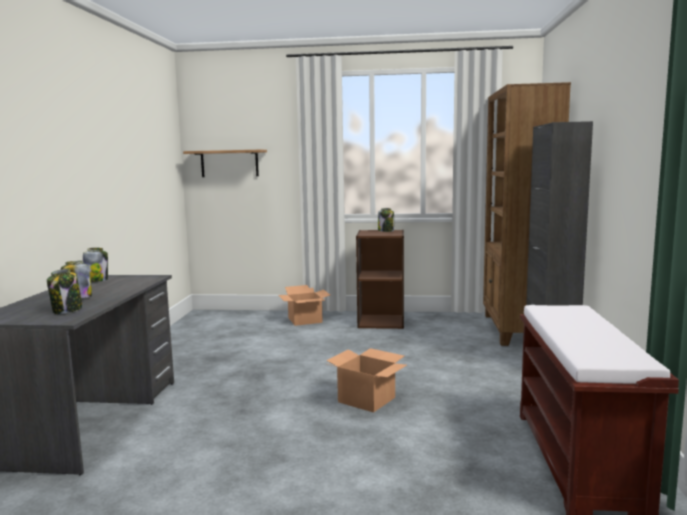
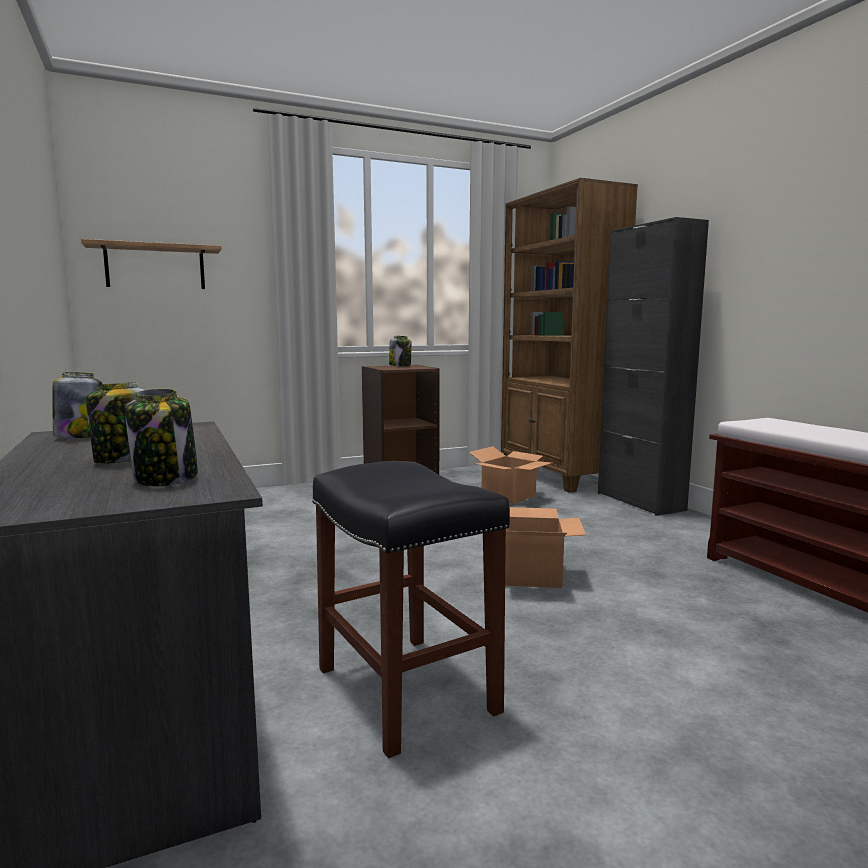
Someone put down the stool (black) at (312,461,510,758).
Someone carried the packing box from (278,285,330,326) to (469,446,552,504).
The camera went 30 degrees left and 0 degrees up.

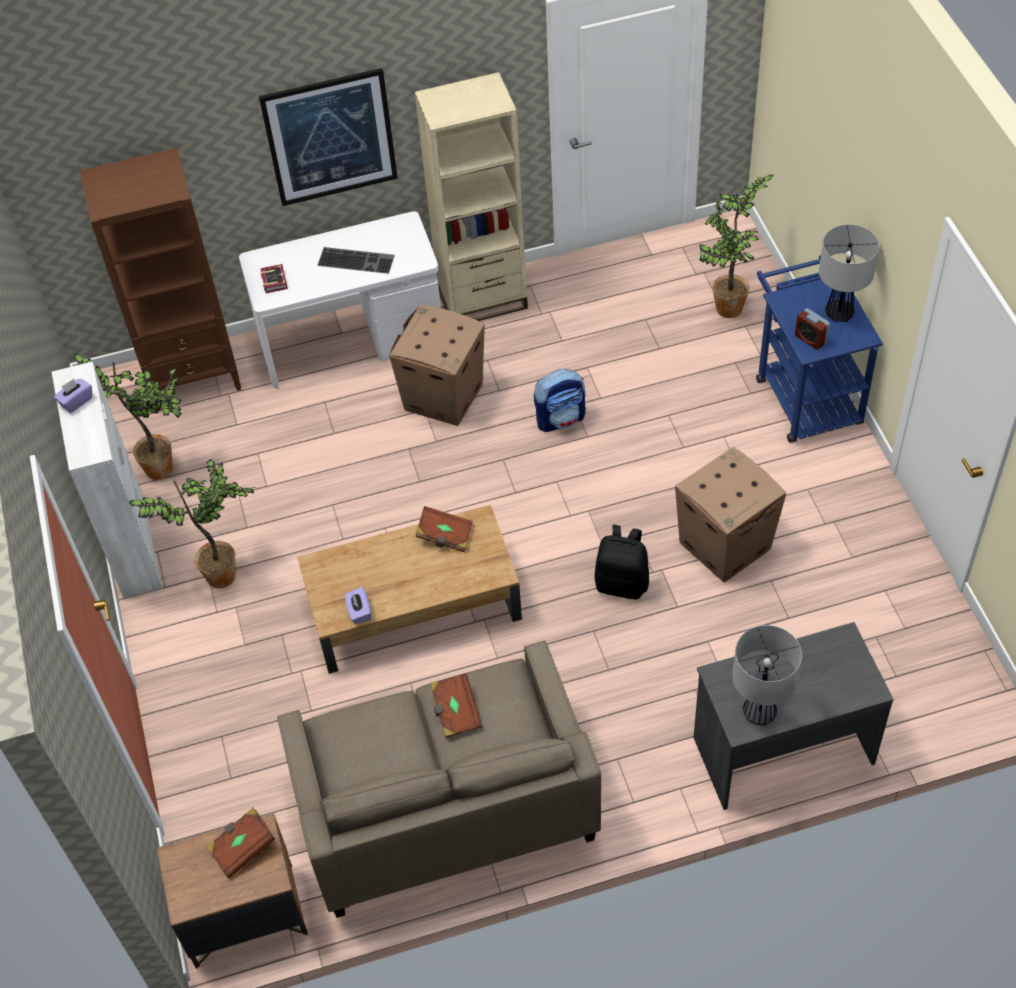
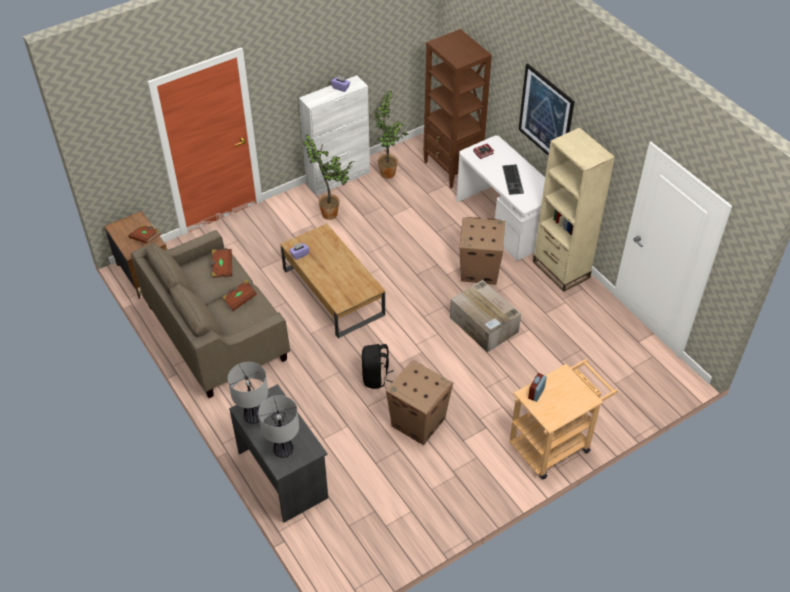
Someone carried the bound book (brownish) from (415,506,473,552) to (210,249,232,278).
Someone carried the lamp for a table from (819,224,879,322) to (258,395,299,458).
Someone swapped the knapsack at (534,369,586,432) for the packing box at (450,280,521,353).
Someone repainted the cart (blue-coloured) at (756,255,883,443), which became the cart (beige-coloured) at (509,359,618,479).
Someone took away the houseplant at (699,175,774,318).
The camera went 70 degrees right and 5 degrees down.

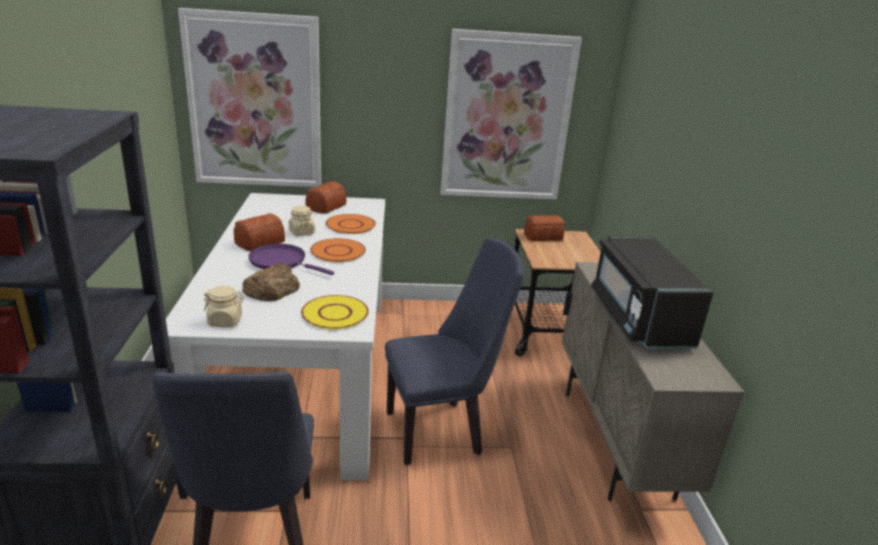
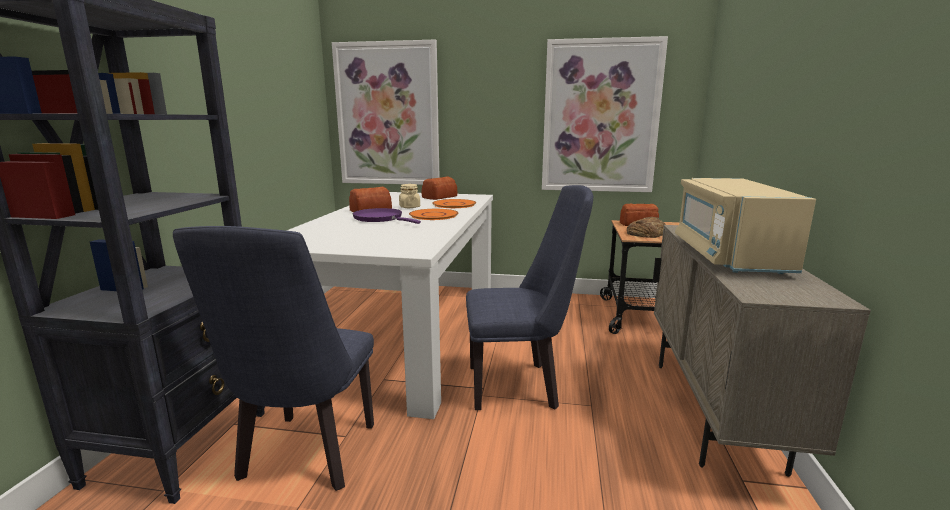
Someone carried the bread from (242,263,300,301) to (627,217,666,238).
Someone repainted the microwave (black) at (591,236,713,349), which became the microwave (beige-coloured) at (675,178,816,274).
Someone took away the preserve jar (beige-coloured) at (204,286,244,327).
Someone took away the plate (yellow-coloured) at (301,295,369,330).
The camera went 15 degrees right and 10 degrees down.

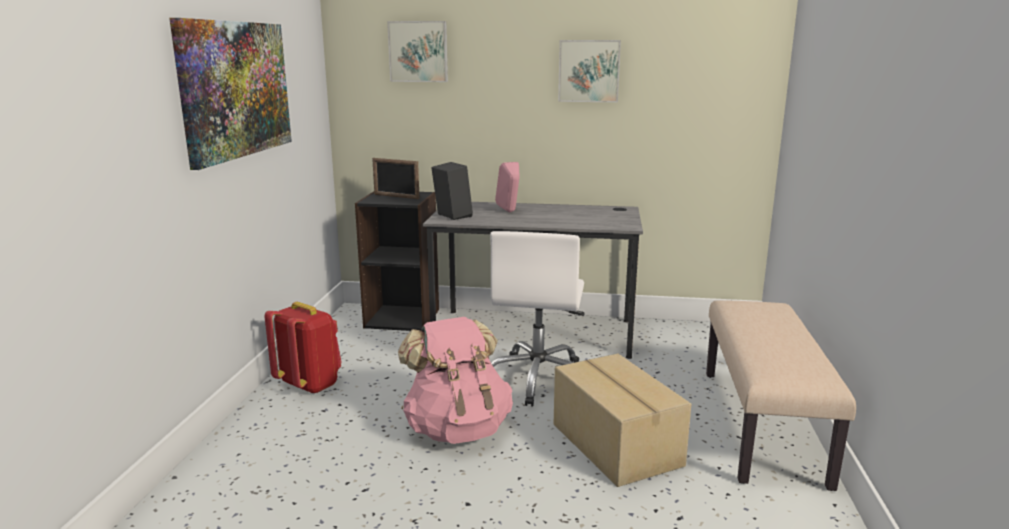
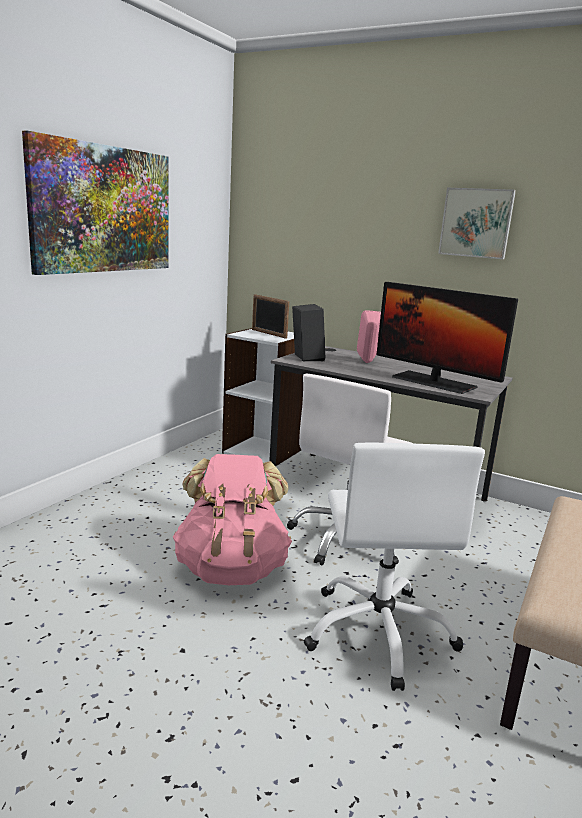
Someone repainted the bookcase (black) at (355,191,439,331), which became the bookcase (whitish) at (222,328,303,466).
Someone swapped the packing box at (554,354,691,487) for the computer chair (whitish) at (303,443,485,691).
Someone put down the computer display at (376,282,518,394).
Someone took away the knapsack (red-coloured) at (265,302,342,394).
Someone took away the picture at (387,21,448,82).
The camera went 20 degrees right and 0 degrees up.

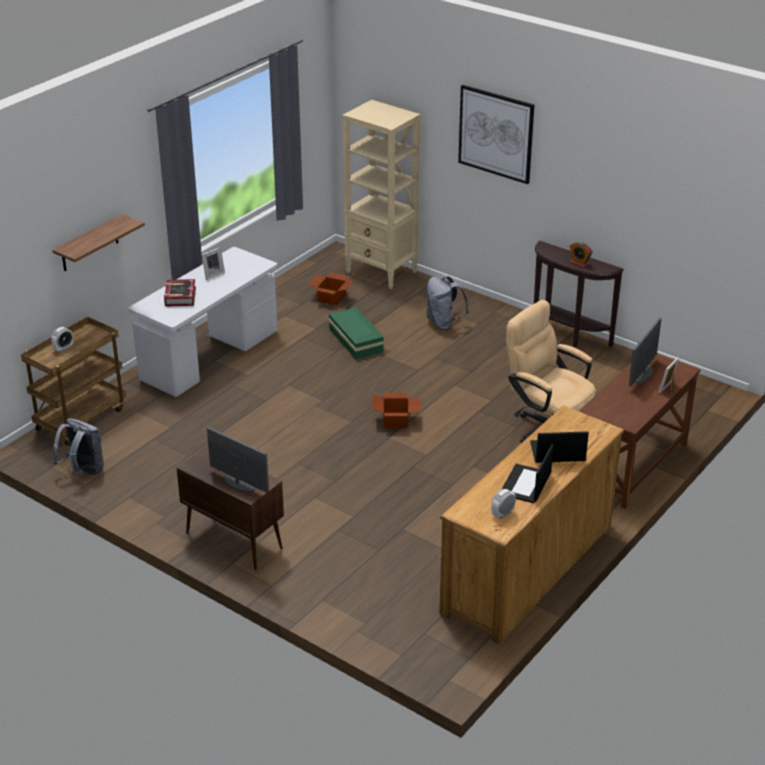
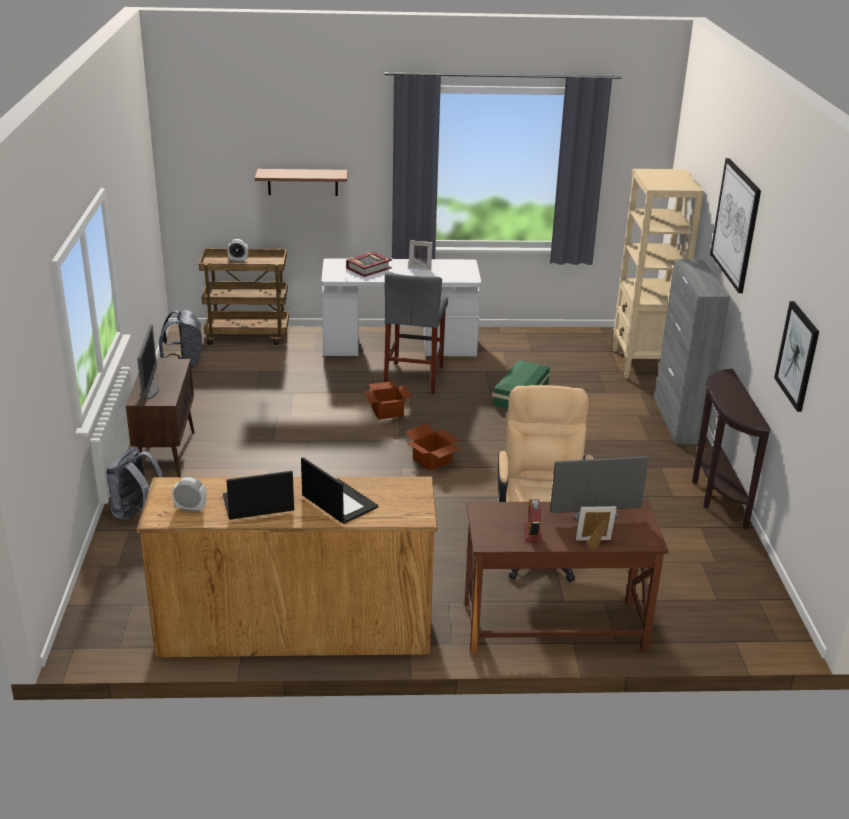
Someone carried the knapsack (grey) from (426,275,469,330) to (106,447,164,521).
Someone carried the packing box from (308,272,355,305) to (363,381,412,420).
Someone put down the stool (grey) at (384,272,448,394).
Someone carried the alarm clock from (570,242,593,268) to (524,499,542,541).
Someone put down the storage cabinet (grey) at (654,259,730,444).
Someone put up the picture at (774,301,819,412).
The camera went 50 degrees right and 5 degrees down.

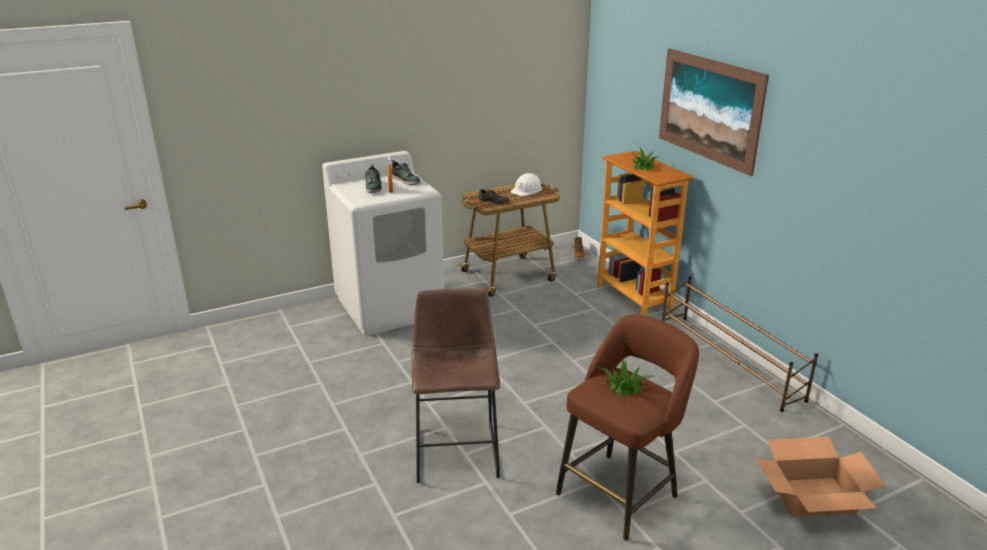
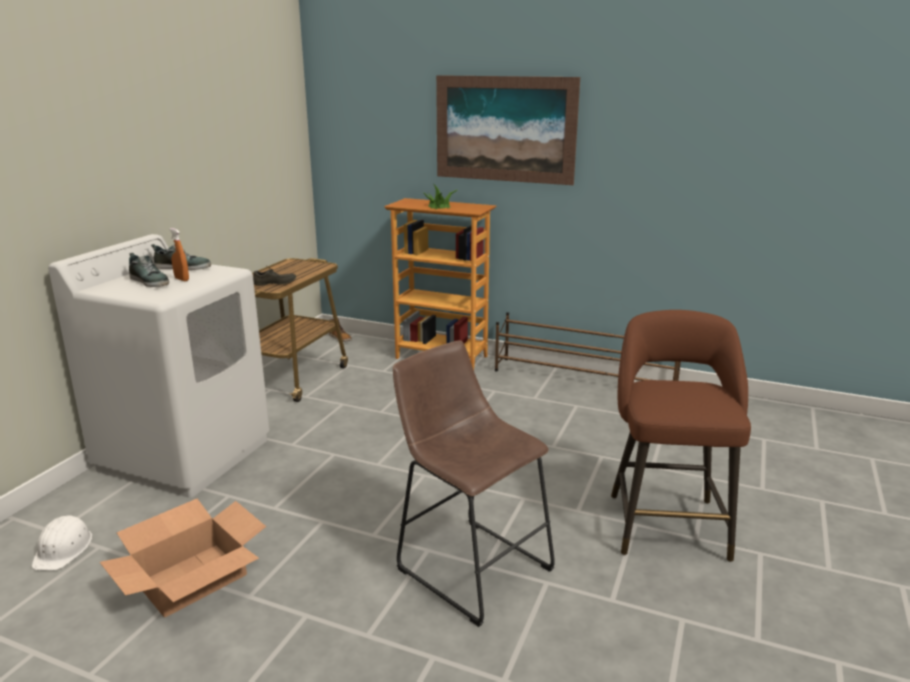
Someone carried the safety helmet (whitish) from (511,173,542,196) to (32,515,93,571).
Someone carried the packing box from (756,437,886,517) to (100,499,266,617).
Someone took away the houseplant at (598,357,654,395).
The camera went 40 degrees left and 5 degrees down.

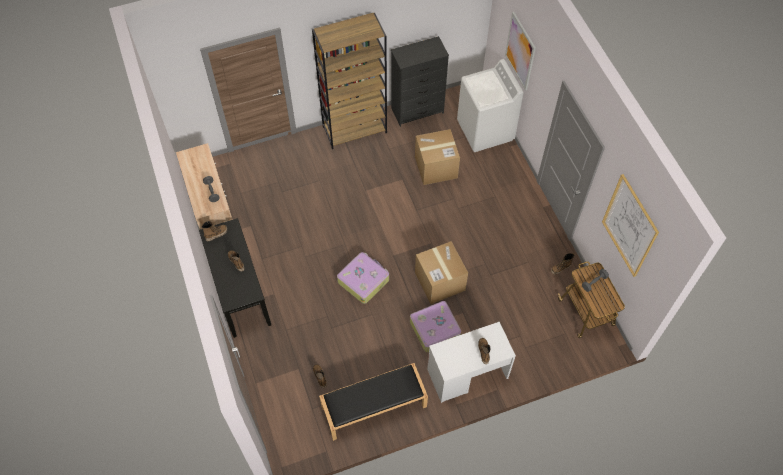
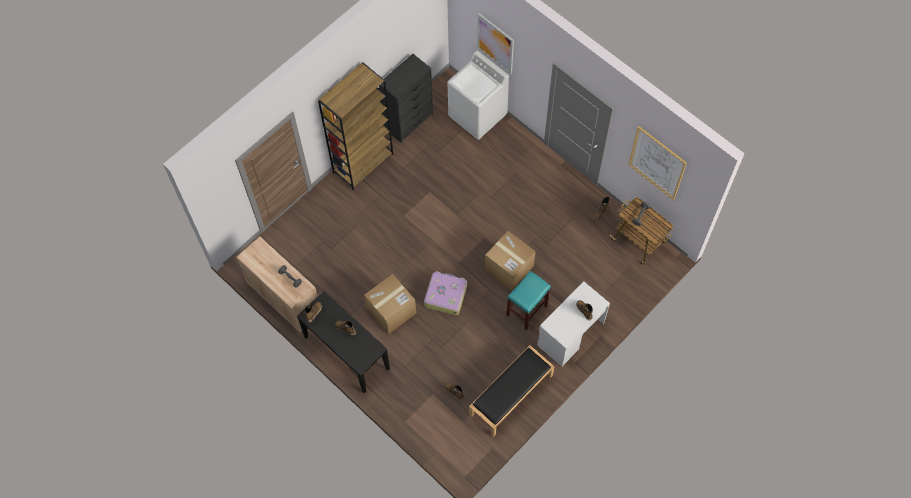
Someone carried the packing box from (415,129,460,185) to (364,274,416,334).
Someone swapped the travel case at (410,301,461,352) for the stool (turquoise-coloured) at (506,271,551,331).
The camera went 25 degrees left and 5 degrees up.

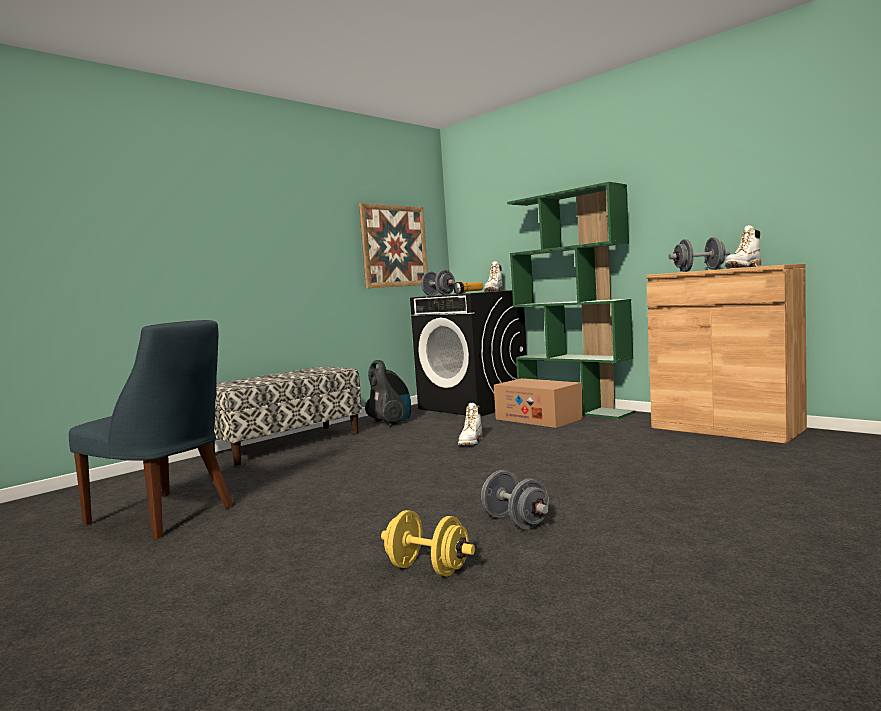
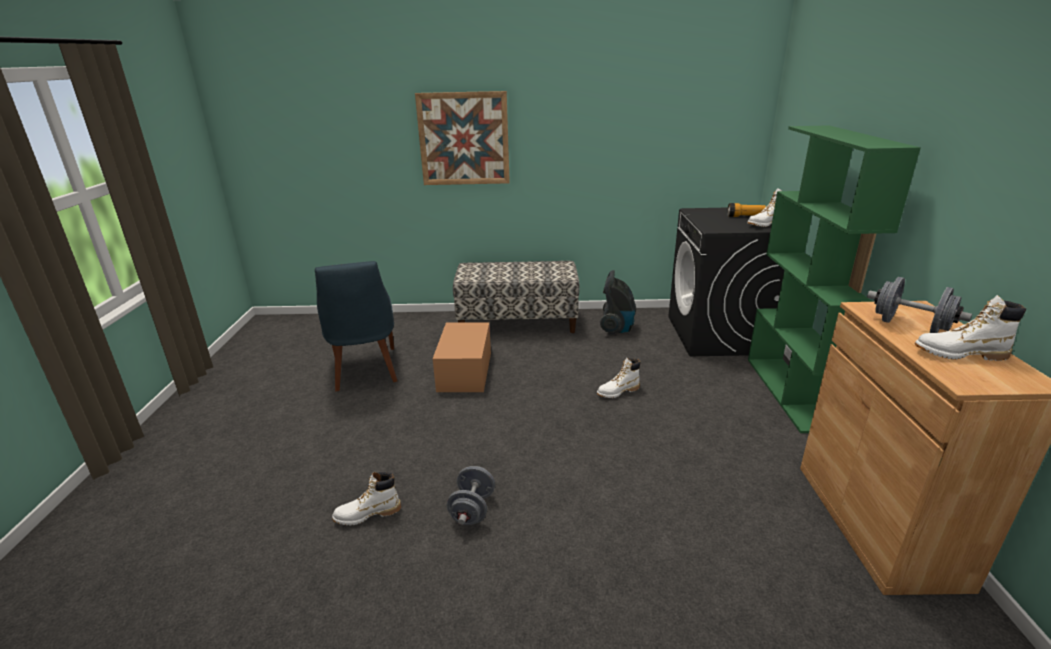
Someone swapped the hand weight (yellow-coloured) at (381,510,475,576) for the high-top boot (whitish) at (332,472,401,525).
Someone carried the picture from (359,203,428,288) to (415,91,510,185).
Someone carried the packing box from (494,378,583,428) to (433,322,491,392).
Someone took away the hand weight (grey) at (421,270,455,296).
The camera went 45 degrees right and 20 degrees up.

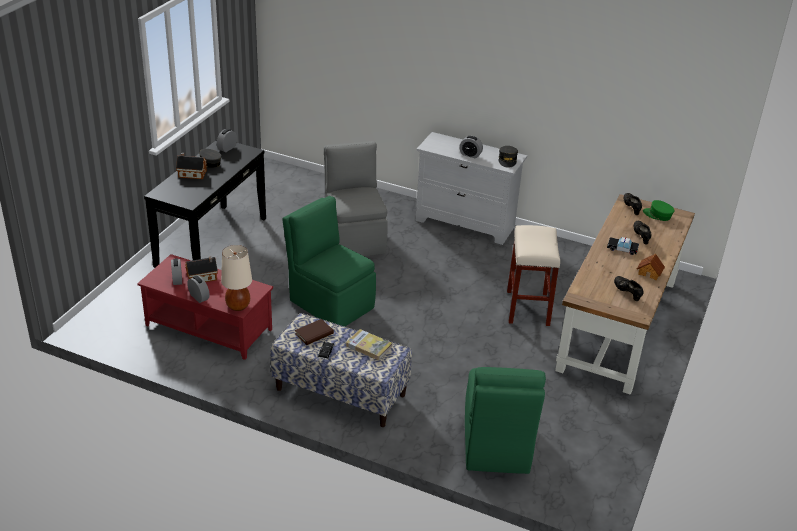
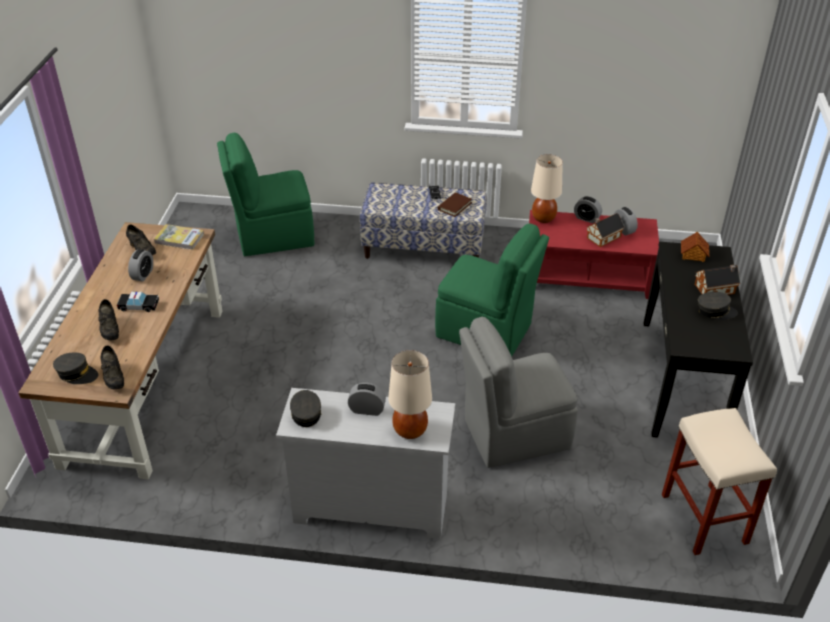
Someone repainted the cap (greenish) at (643,200,675,221), which became the cap (grey) at (53,352,98,384).
Someone carried the alarm clock from (217,129,237,152) to (128,249,153,282).
Someone carried the bound book from (346,329,392,360) to (154,224,204,250).
Someone rotated the chair (greenish) at (465,367,546,474) by 90 degrees counterclockwise.
Someone put down the lamp for a table (beige-coloured) at (388,350,432,439).
Someone rotated the chair (grey) at (324,141,388,256) by 105 degrees clockwise.
Someone carried the stool (beige-coloured) from (507,225,560,326) to (662,408,777,555).
Someone carried the model house from (637,254,665,280) to (681,232,709,262).
The camera went 165 degrees right and 5 degrees up.

